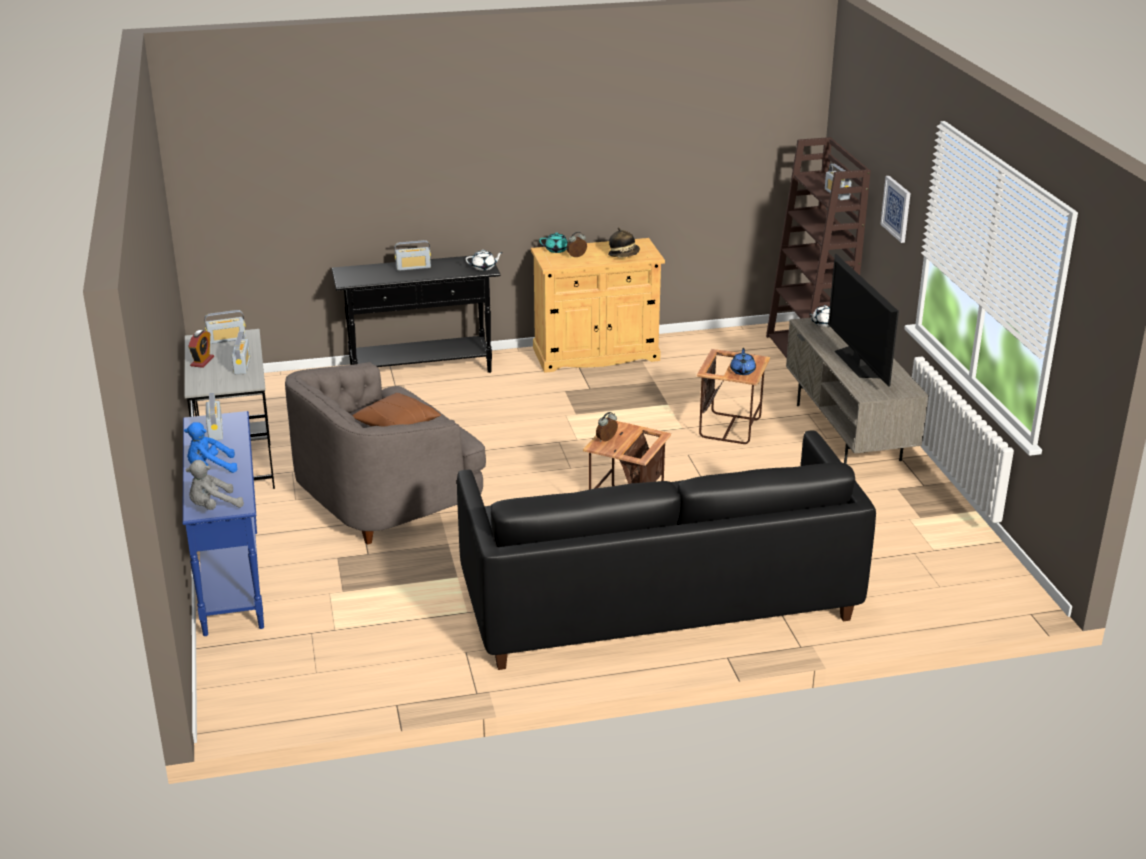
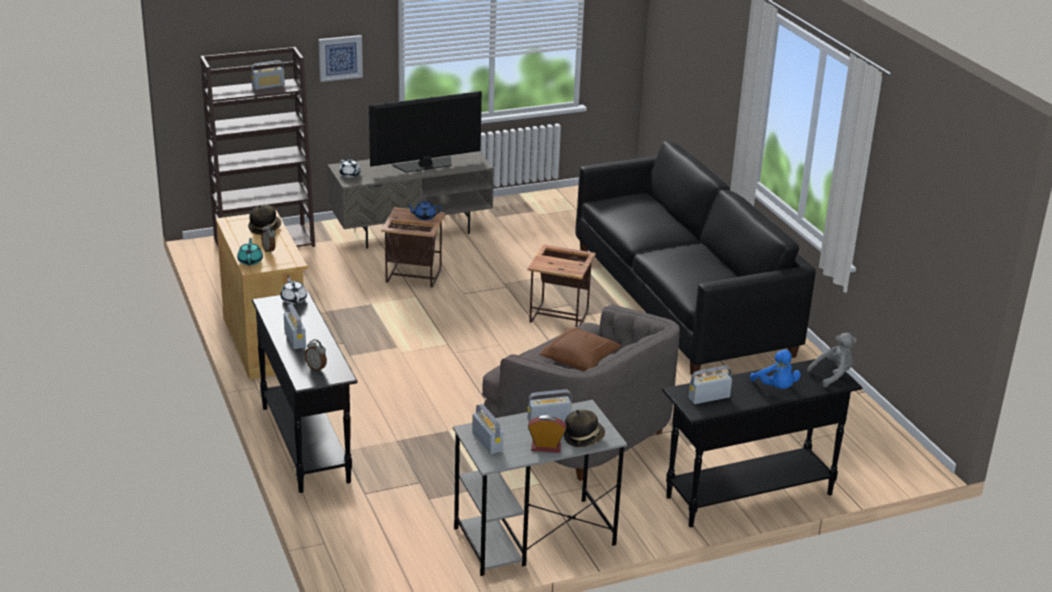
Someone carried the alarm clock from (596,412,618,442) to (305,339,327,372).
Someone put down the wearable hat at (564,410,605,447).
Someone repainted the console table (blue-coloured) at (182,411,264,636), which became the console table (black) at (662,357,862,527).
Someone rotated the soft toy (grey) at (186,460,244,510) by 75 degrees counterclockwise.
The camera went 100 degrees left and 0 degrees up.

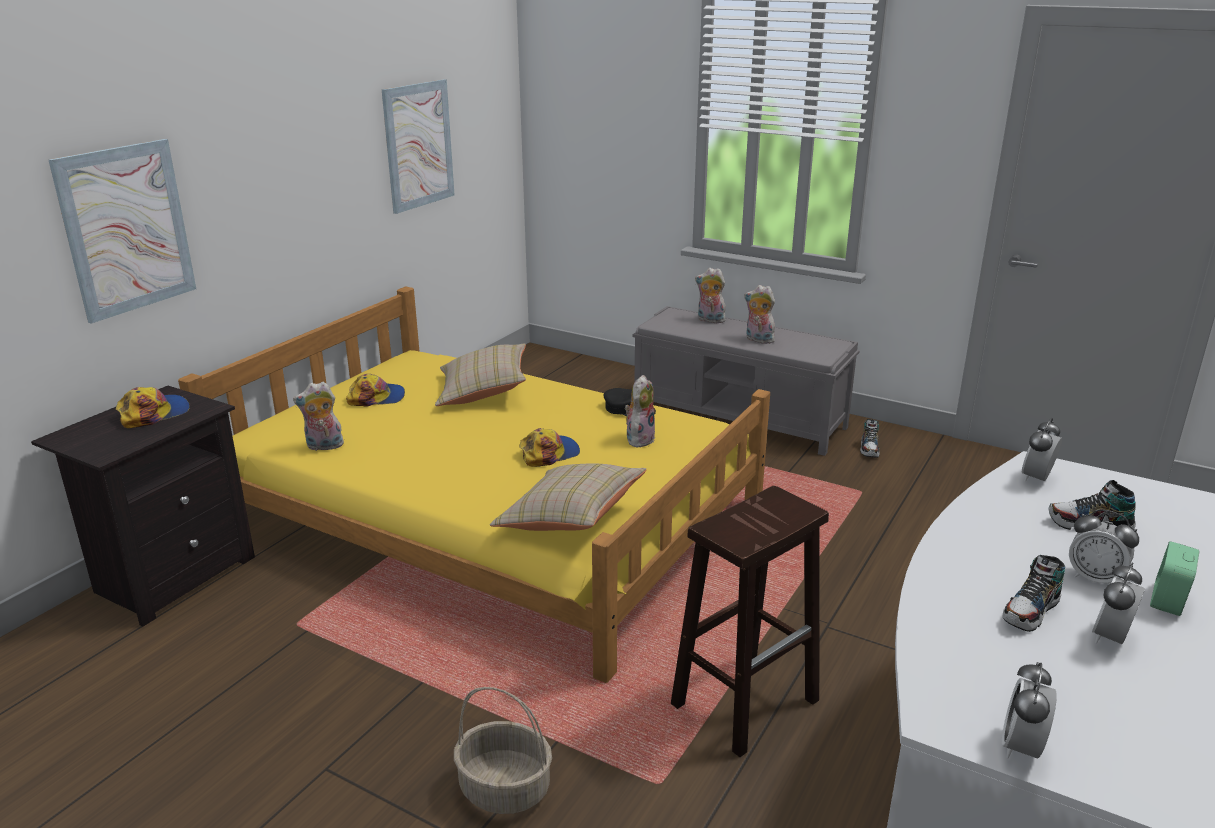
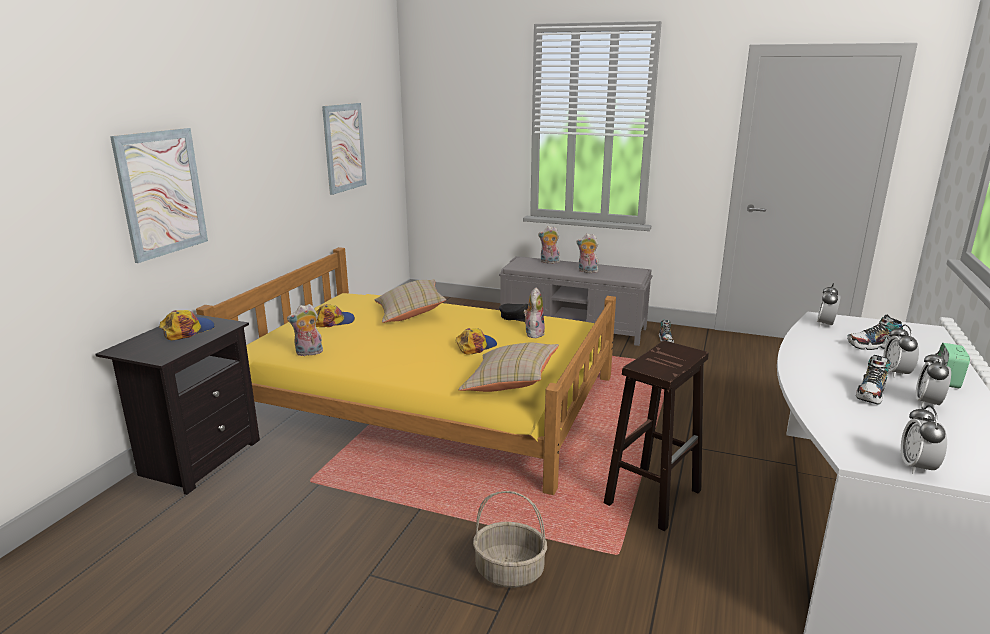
Someone rotated the alarm clock at (1069,509,1139,585) by 75 degrees clockwise.
The camera went 10 degrees left and 5 degrees down.

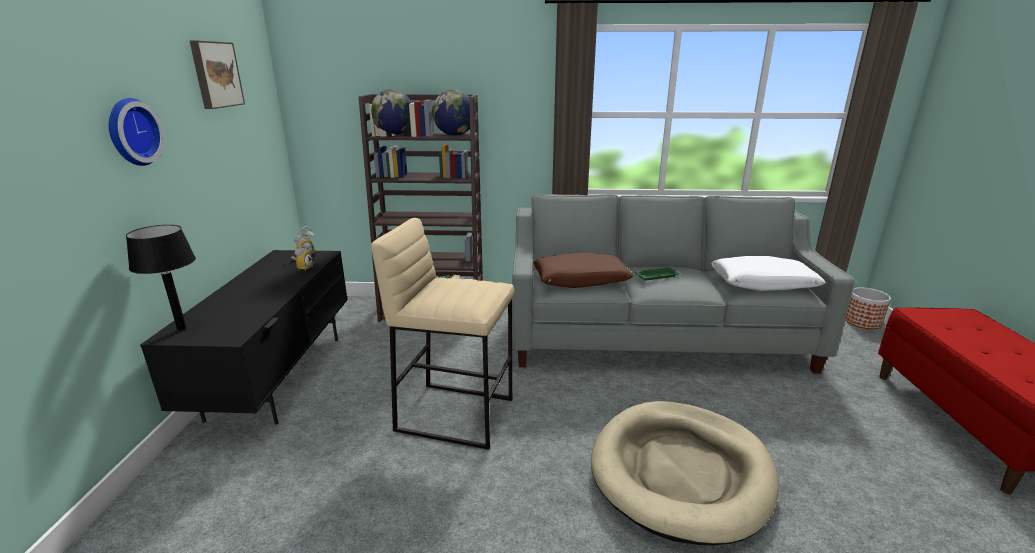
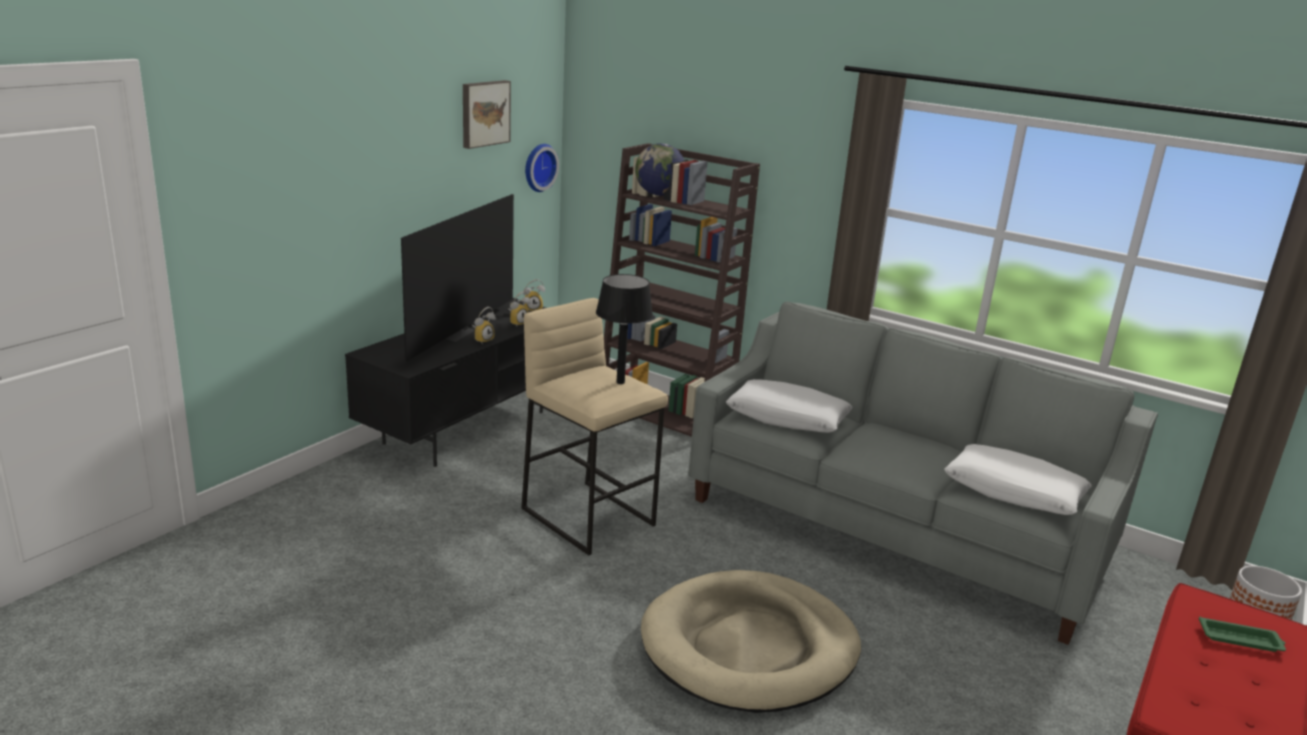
Someone put down the TV set at (401,194,514,361).
Someone put down the alarm clock at (472,307,496,344).
Someone carried the clock on the wall from (109,98,165,166) to (525,144,559,192).
Someone carried the lamp for a table (black) from (126,225,196,331) to (596,274,653,384).
Someone repainted the cushion (brownish) at (533,253,633,288), which became the cushion (whitish) at (726,379,853,433).
Someone carried the tray (greenish) from (634,267,680,281) to (1199,616,1286,652).
Someone took away the desk globe at (432,90,476,136).
The camera went 30 degrees right and 0 degrees up.

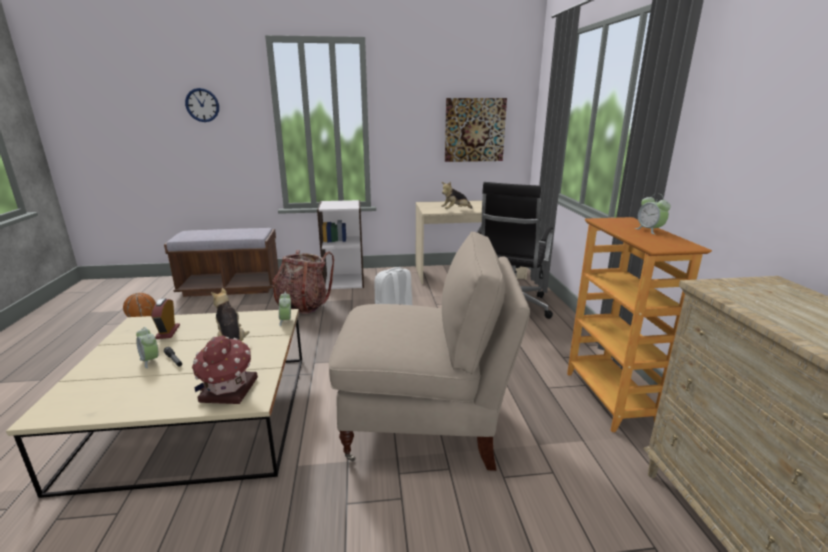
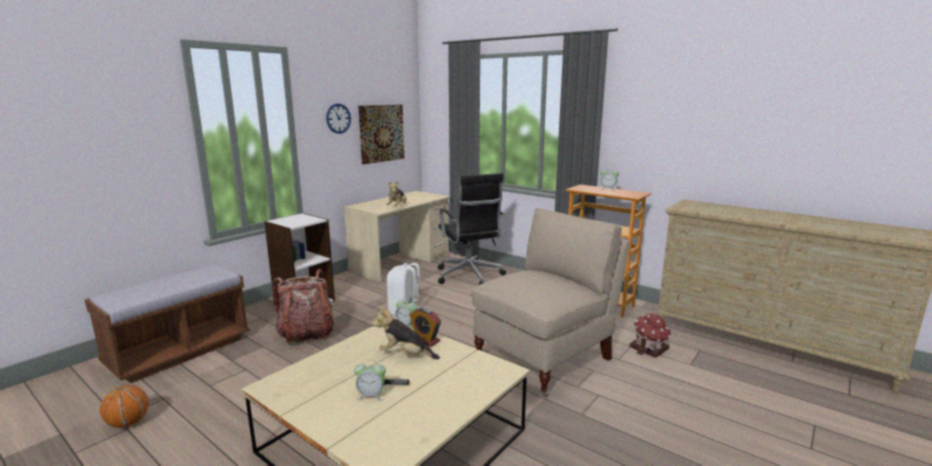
Someone carried the clock on the wall from (185,88,219,122) to (326,103,351,134).
Someone carried the alarm clock from (152,298,180,339) to (409,308,441,347).
Someone carried the model house from (192,336,258,404) to (630,313,671,358).
The camera went 45 degrees left and 5 degrees down.

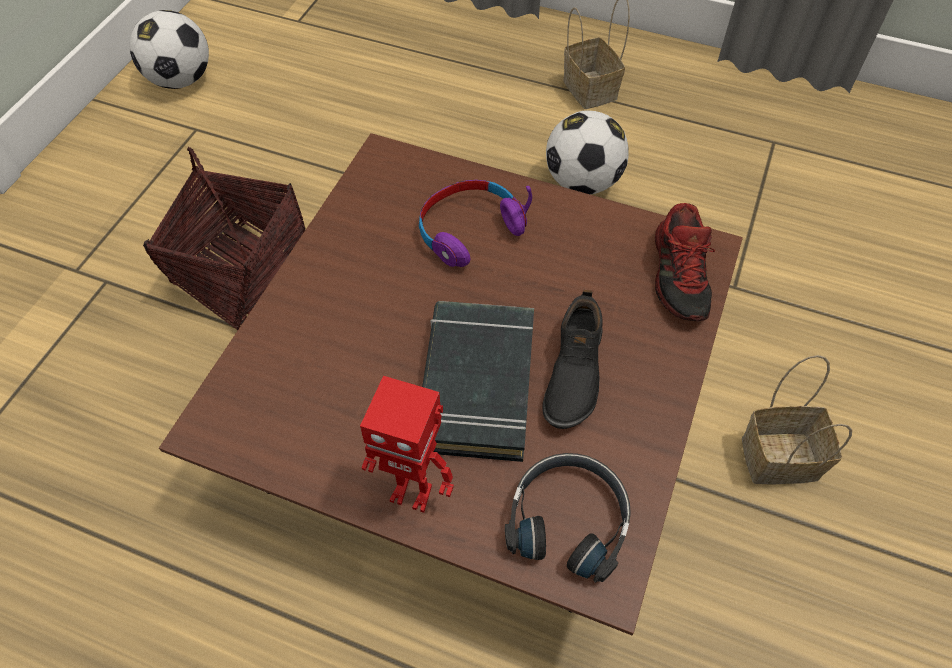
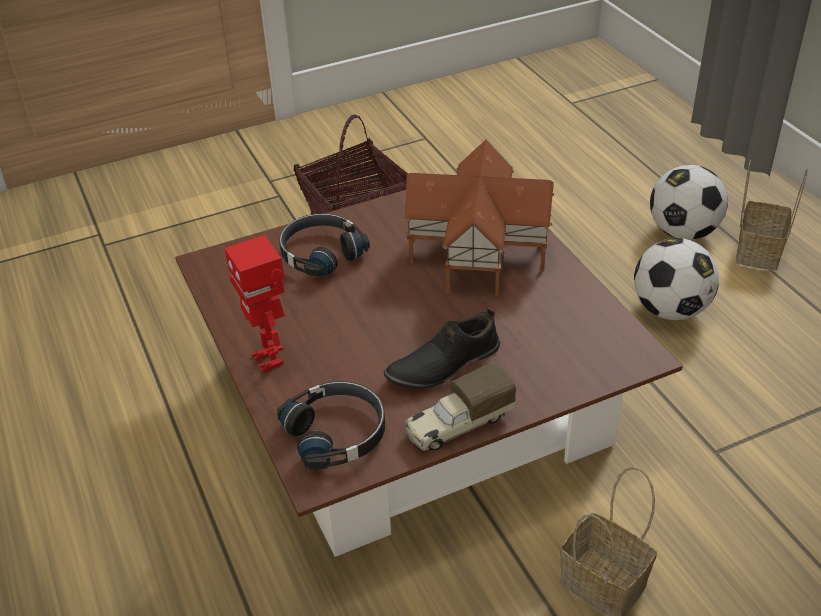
Someone put down the headphones (black) at (279,213,370,278).
Someone swapped the headphones (purplish) at (419,180,532,267) for the model house at (403,139,554,297).
Someone put down the toy truck at (404,363,516,451).
Someone carried the football ball from (130,10,209,89) to (650,165,728,240).
Someone took away the bound book (black) at (422,301,534,462).
Someone took away the low shoe at (655,203,715,322).
The camera went 45 degrees right and 15 degrees down.

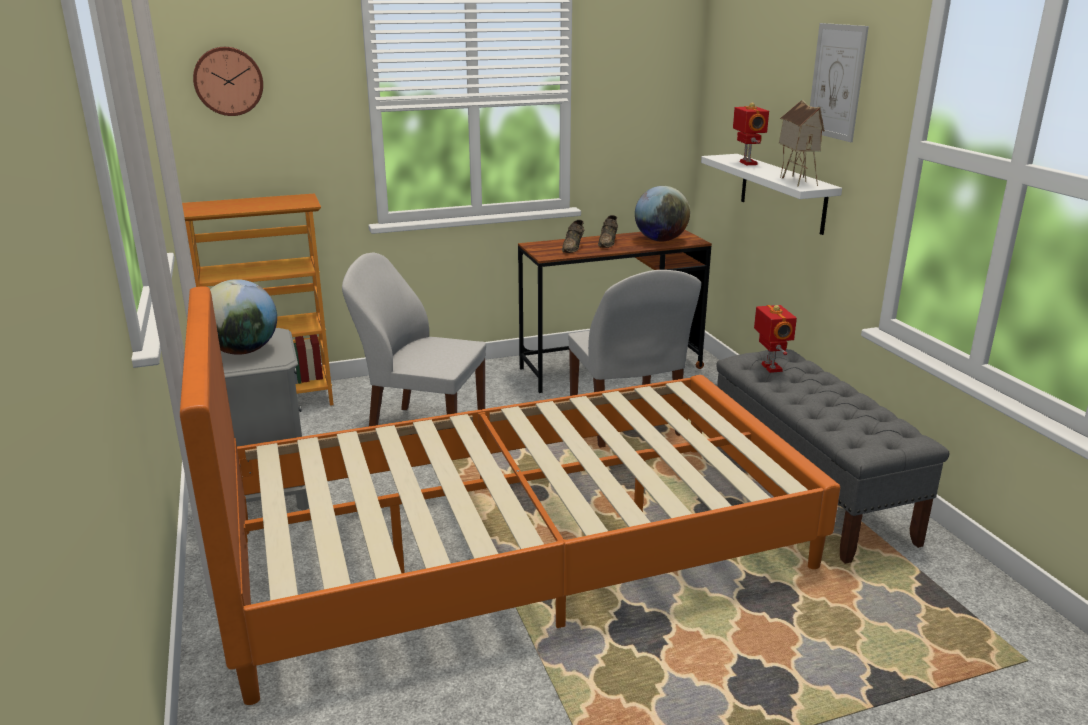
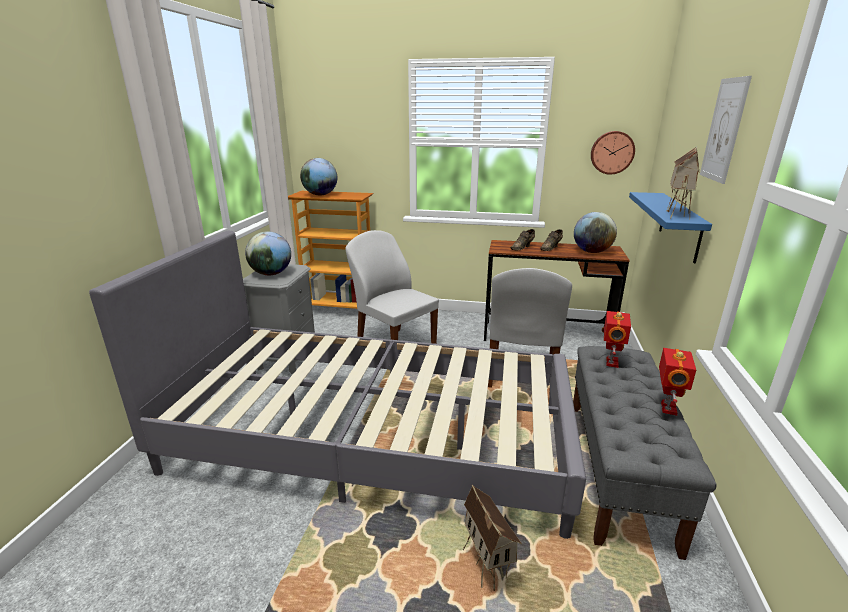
Someone repainted the sleeping bed (orangey) at (180,286,840,705), which became the sleeping bed (grey) at (89,231,586,539).
Someone put down the desk globe at (300,158,337,195).
Someone put down the model house at (463,485,522,591).
Someone carried the clock on the wall from (193,47,263,116) to (591,131,635,175).
Someone repainted the shelf (whitish) at (701,154,842,235), which became the shelf (blue-coloured) at (629,192,712,264).
Someone carried the model robot from (733,102,769,165) to (659,348,696,416).
The camera went 30 degrees right and 0 degrees up.

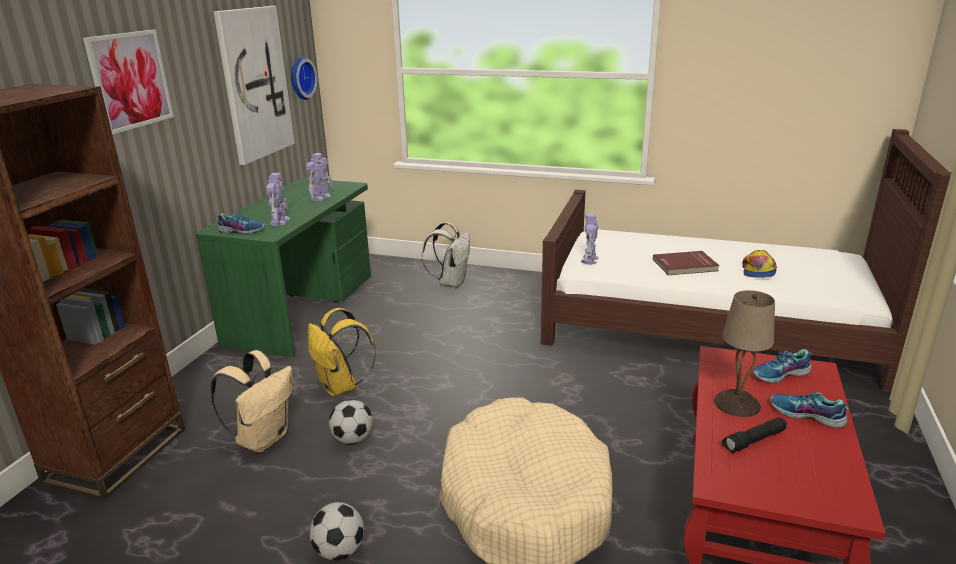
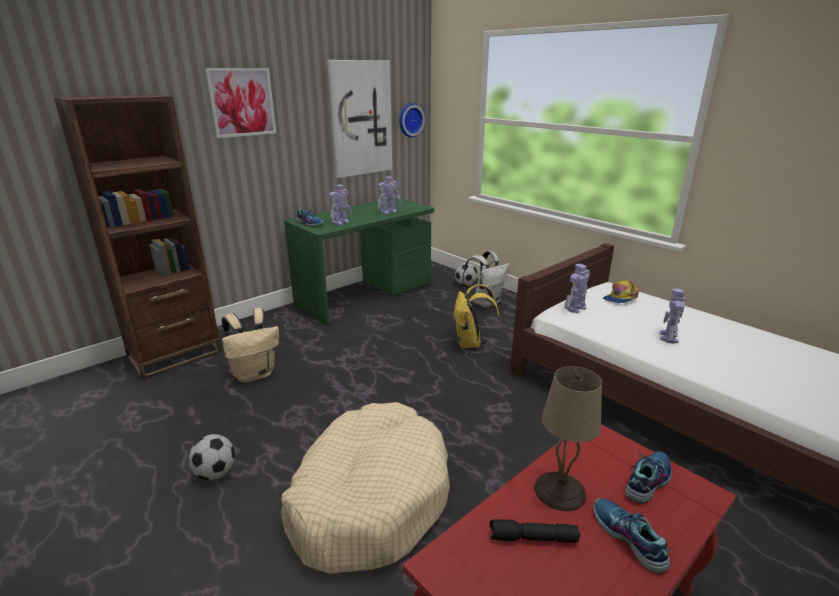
Someone carried the knapsack (yellow-coloured) from (308,308,376,397) to (454,284,500,348).
Someone carried the football ball from (329,400,373,445) to (455,263,478,286).
Someone carried the cap from (743,250,777,278) to (603,280,639,303).
Someone rotated the low shoe at (753,349,813,383) by 120 degrees clockwise.
Someone swapped the bound book (red-coloured) at (653,251,719,275) for the model robot at (660,288,685,344).
The camera went 30 degrees right and 0 degrees up.

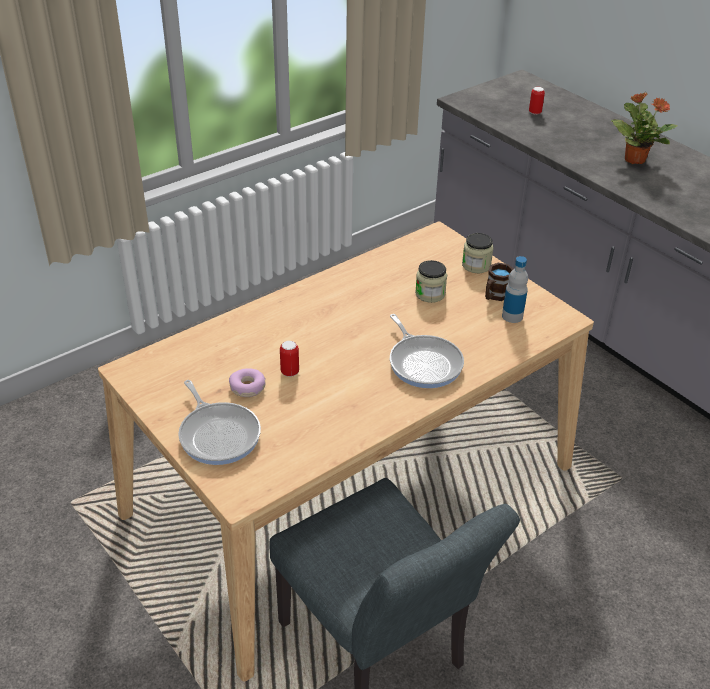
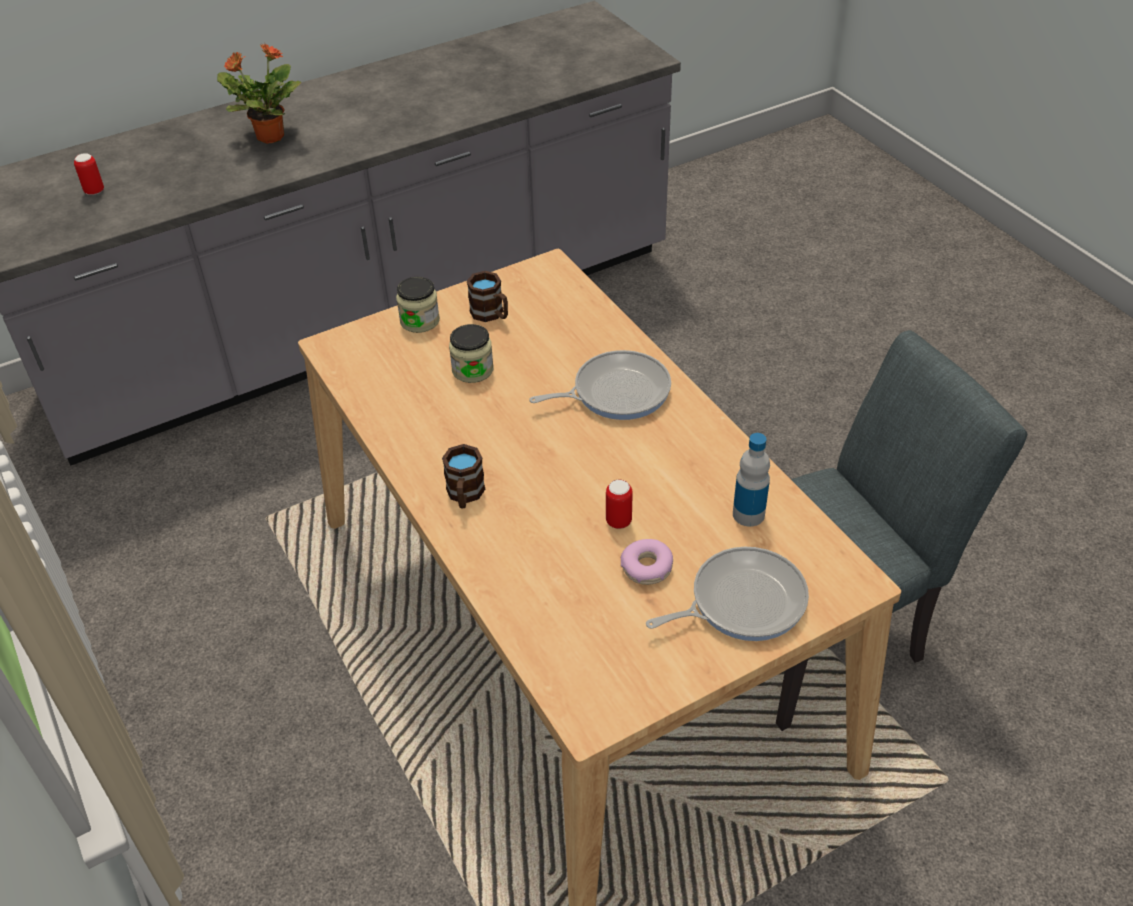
Someone put down the tea mug (brownish) at (442,444,485,509).
Someone carried the bottle from (502,256,528,323) to (733,433,770,527).
The camera went 80 degrees left and 5 degrees up.

